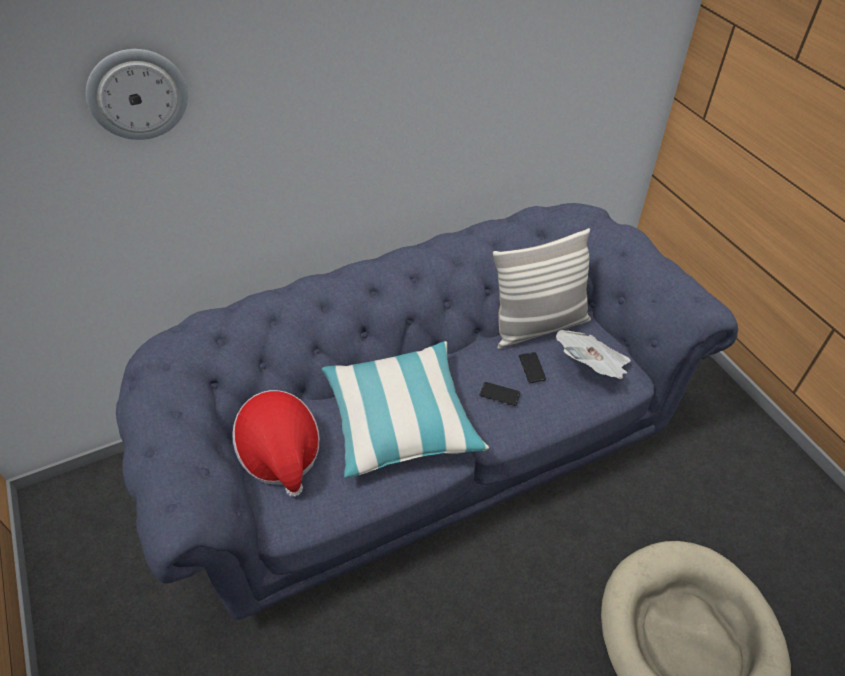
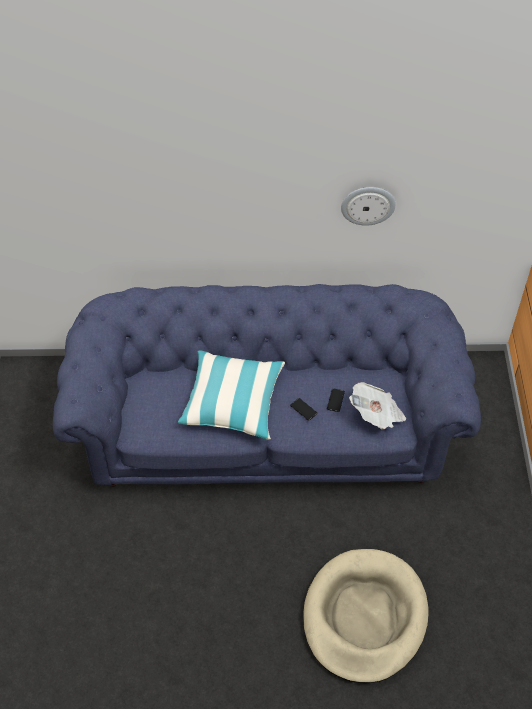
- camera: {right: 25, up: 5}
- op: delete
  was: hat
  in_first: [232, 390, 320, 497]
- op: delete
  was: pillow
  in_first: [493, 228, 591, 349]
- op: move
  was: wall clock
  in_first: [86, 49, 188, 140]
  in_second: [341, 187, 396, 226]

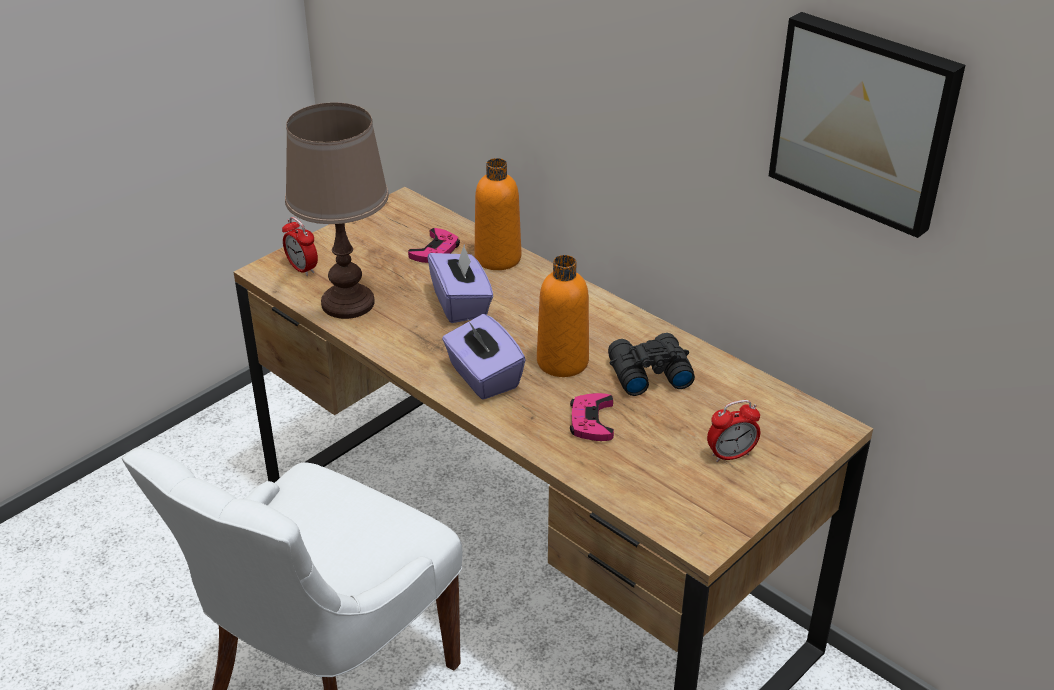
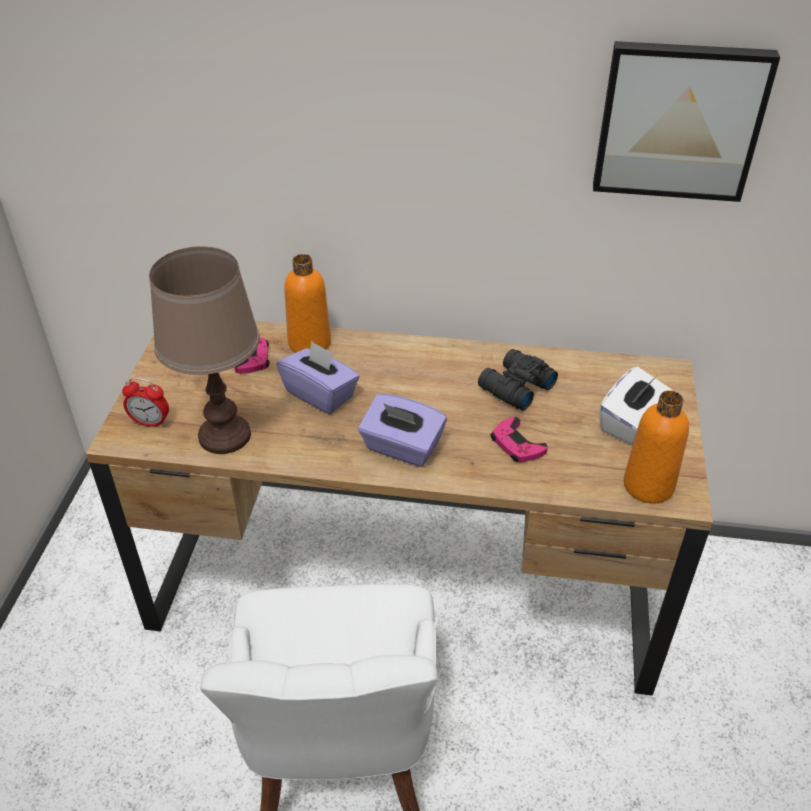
- camera: {right: -35, up: 5}
- op: move
  was: bottle/orange
  in_first: [537, 255, 589, 377]
  in_second: [624, 390, 689, 504]
- op: replace
  was: alarm clock
  now: tissue box/white
  in_first: [707, 400, 760, 462]
  in_second: [599, 366, 673, 445]

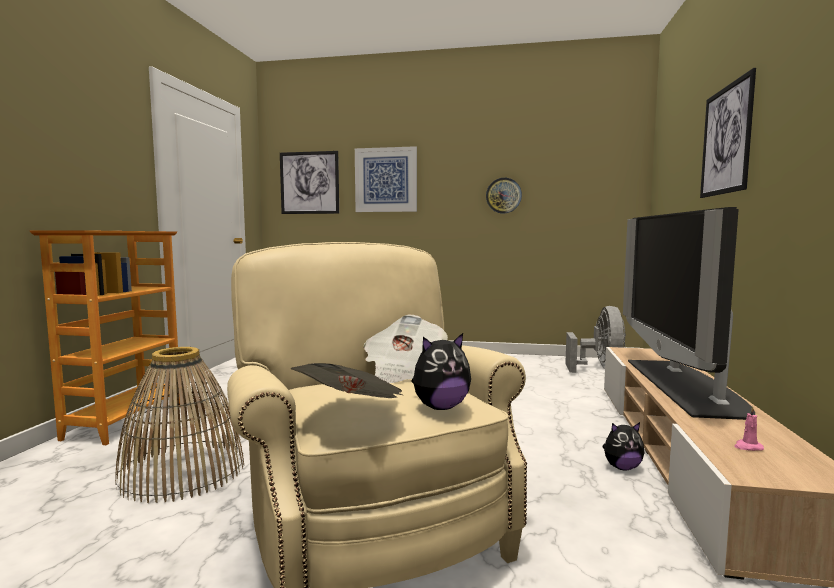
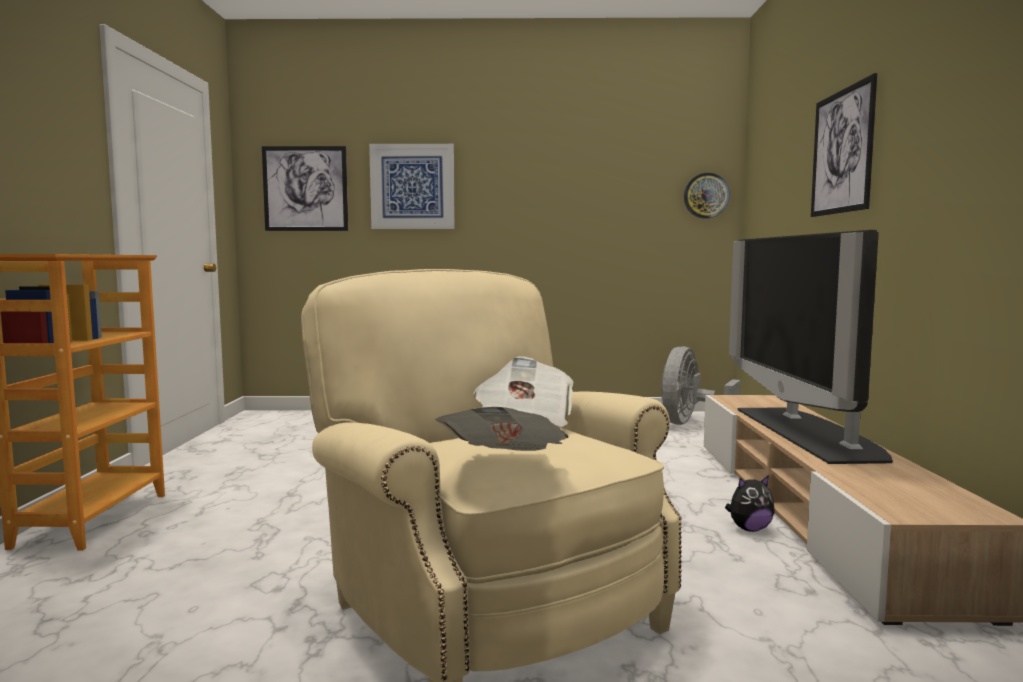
- camera: {right: -10, up: 0}
- op: delete
  was: basket
  in_first: [115, 347, 244, 503]
- op: delete
  was: plush toy
  in_first: [411, 333, 471, 410]
- op: delete
  was: candle/pink
  in_first: [734, 406, 764, 451]
- op: move
  was: wall clock
  in_first: [486, 178, 522, 214]
  in_second: [684, 173, 730, 219]
- op: rotate
  was: fan/grey
  in_first: [565, 306, 626, 373]
  in_second: [661, 347, 740, 425]
  clockwise: -150

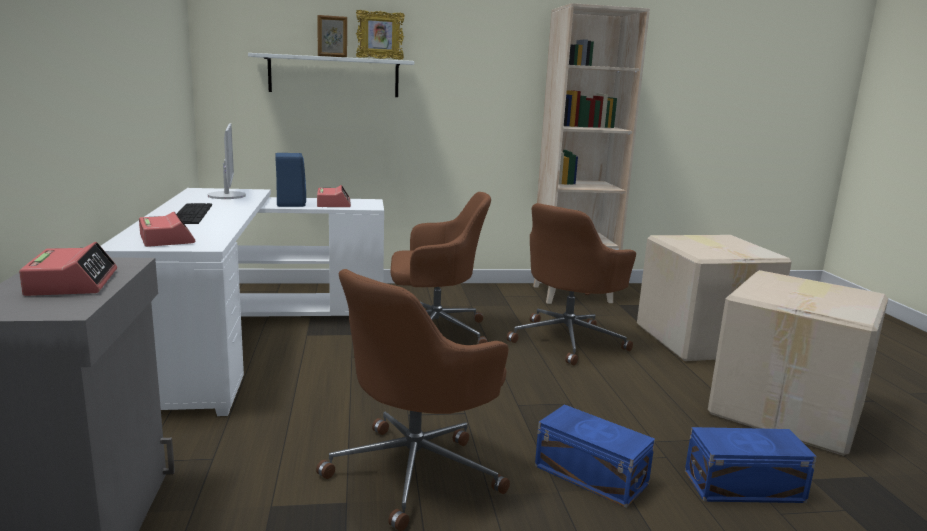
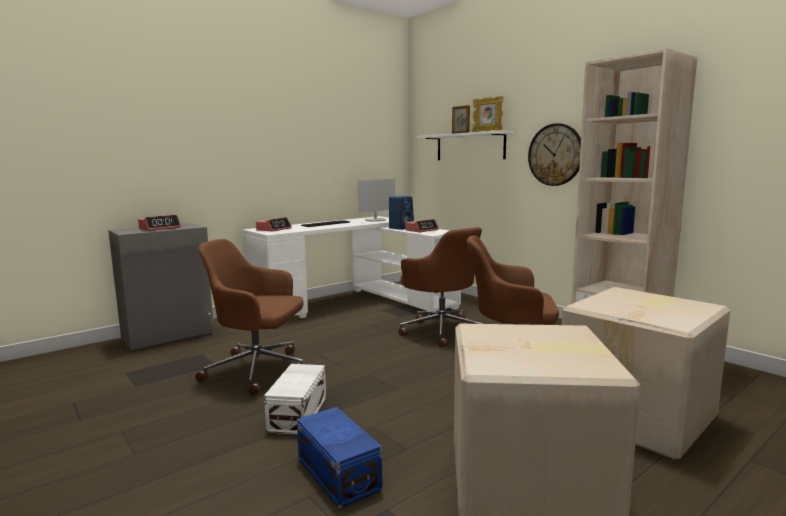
- camera: {right: 60, up: -5}
- op: insert
  now: wall clock
  in_second: [528, 123, 581, 186]
- op: recolor
  was: storage box/blue
  now: storage box/white
  in_first: [535, 404, 655, 508]
  in_second: [264, 364, 326, 435]

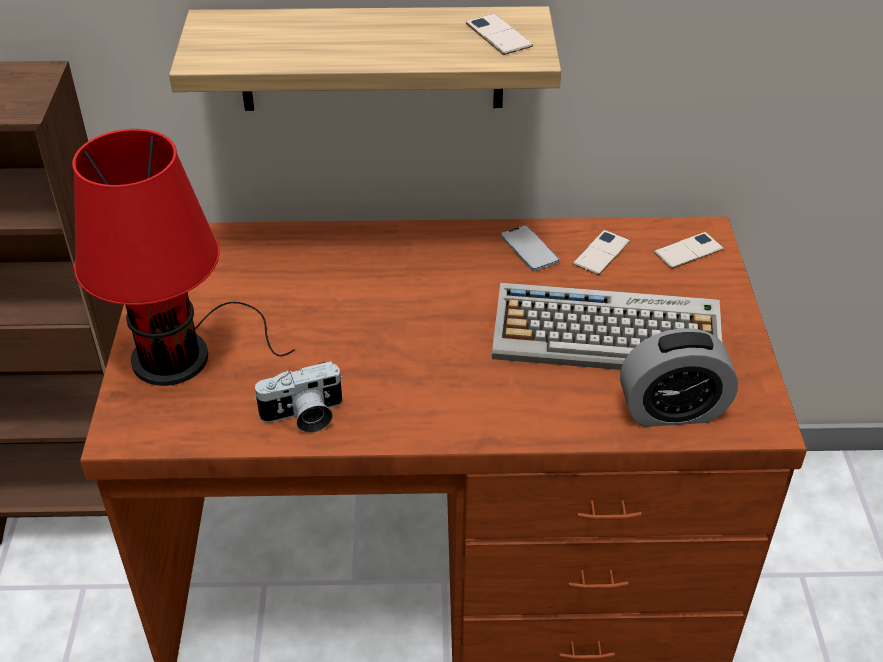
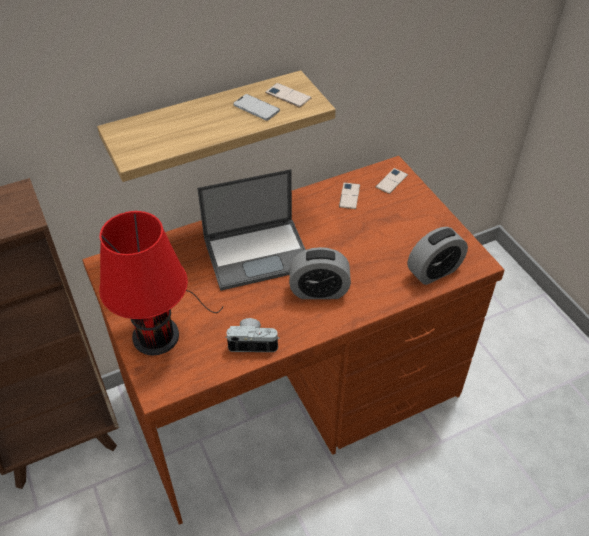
- camera: {right: -25, up: 5}
- op: delete
  was: keyboard
  in_first: [492, 283, 722, 370]
- op: insert
  now: laptop
  in_second: [197, 169, 306, 291]
- op: insert
  now: alarm clock
  in_second: [289, 247, 351, 299]
- op: move
  was: phone
  in_first: [501, 225, 559, 271]
  in_second: [233, 94, 280, 121]
- op: rotate
  was: photo camera
  in_first: [253, 361, 343, 433]
  in_second: [225, 318, 280, 352]
  clockwise: -135

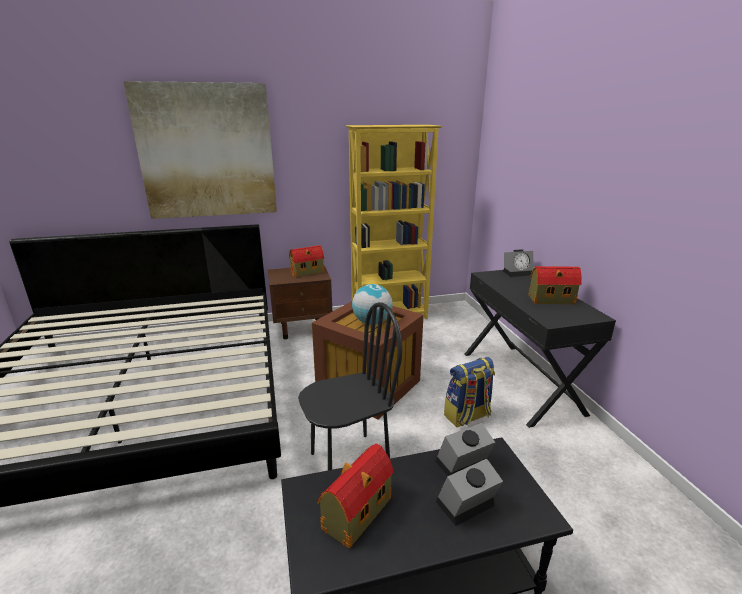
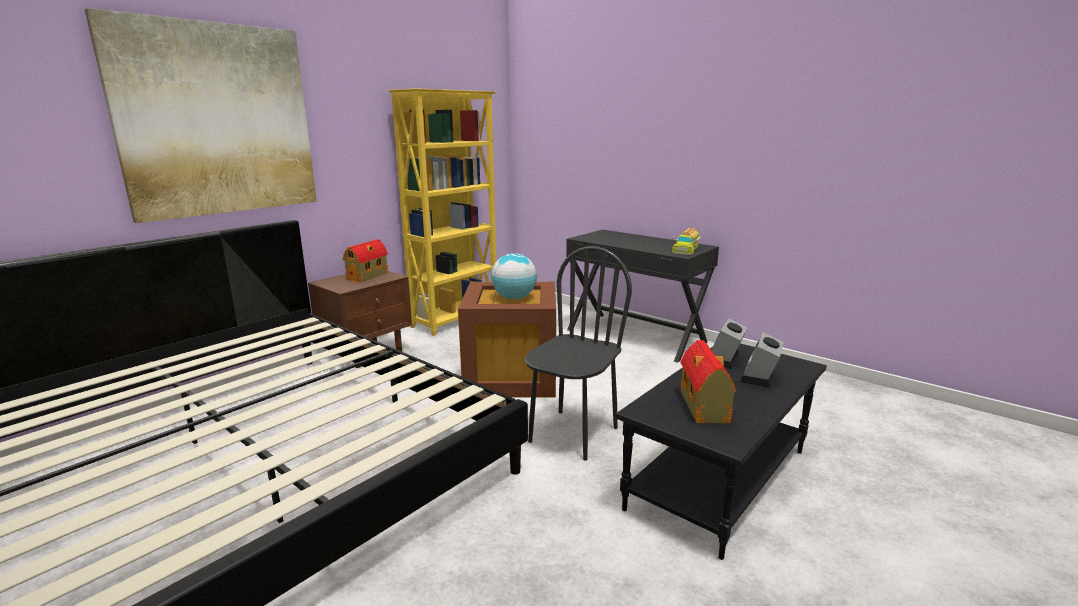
- camera: {right: -35, up: -5}
- op: delete
  was: backpack
  in_first: [444, 357, 495, 427]
- op: delete
  was: alarm clock
  in_first: [503, 249, 533, 277]
- op: delete
  was: toy house
  in_first: [528, 266, 582, 304]
- op: insert
  now: toy truck
  in_second: [672, 228, 701, 255]

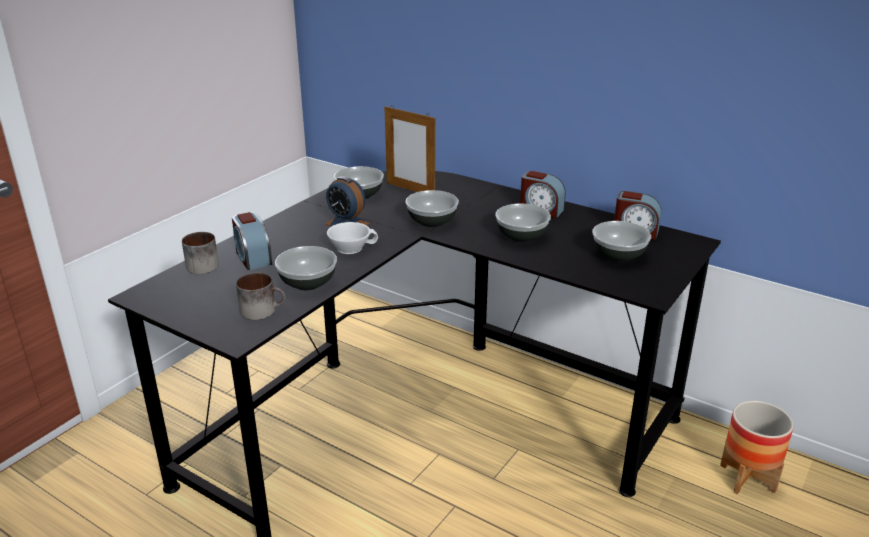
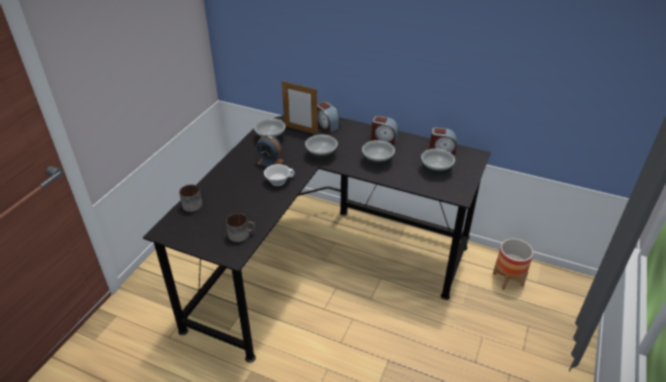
- camera: {right: -10, up: 10}
- op: delete
  was: bowl
  in_first: [275, 246, 337, 290]
- op: move
  was: alarm clock
  in_first: [232, 212, 272, 270]
  in_second: [317, 102, 340, 133]

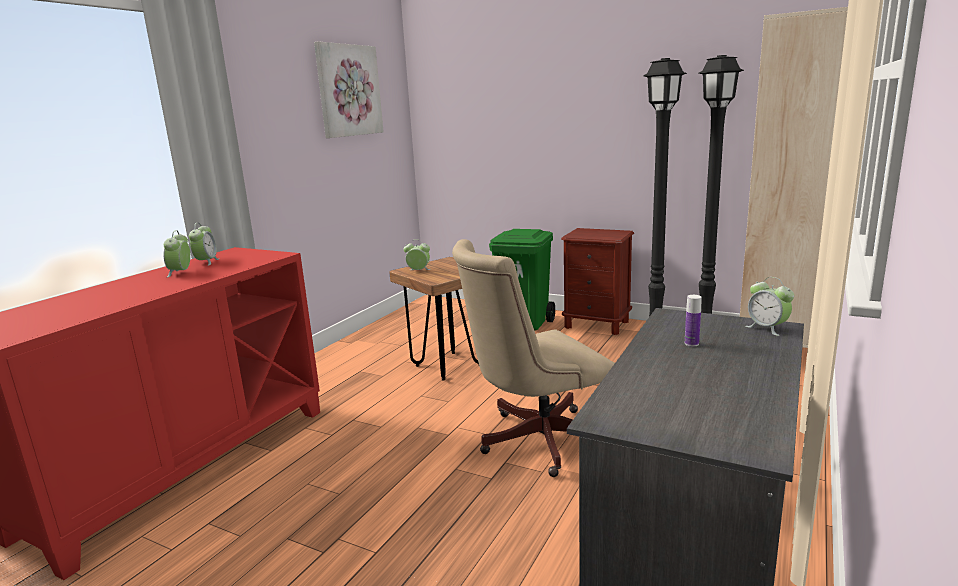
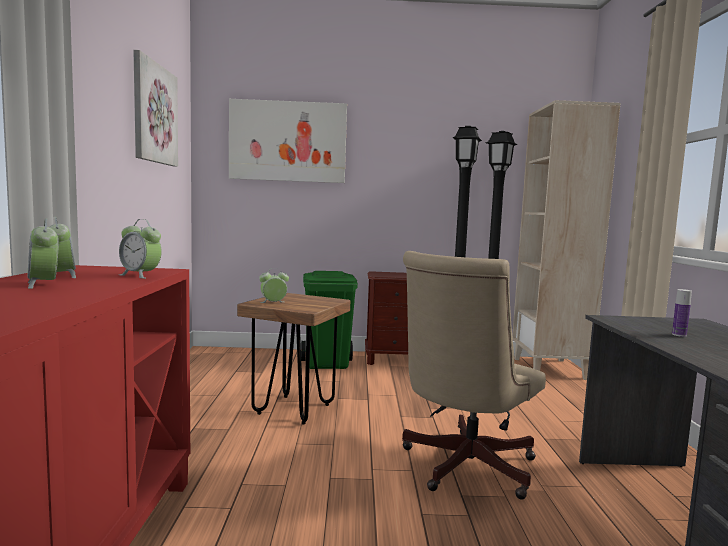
- camera: {right: -30, up: -10}
- op: insert
  now: picture
  in_second: [229, 99, 347, 183]
- op: move
  was: alarm clock
  in_first: [746, 277, 794, 336]
  in_second: [119, 219, 162, 279]

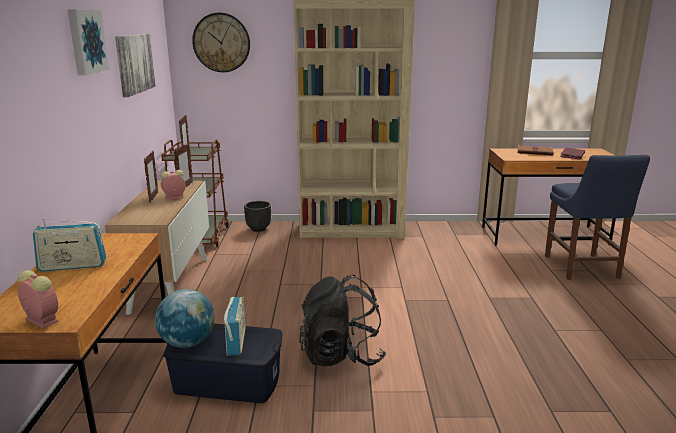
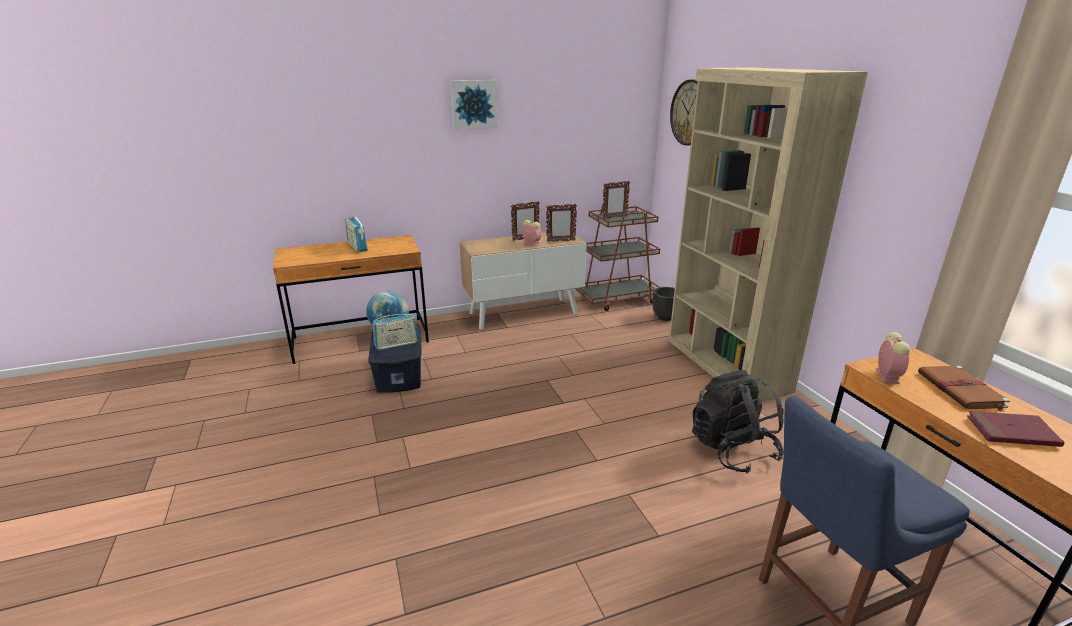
- camera: {right: 70, up: 5}
- op: delete
  was: picture
  in_first: [115, 34, 156, 97]
- op: move
  was: alarm clock
  in_first: [18, 270, 59, 329]
  in_second: [876, 332, 910, 384]
- op: move
  was: backpack/black
  in_first: [299, 275, 386, 366]
  in_second: [692, 370, 784, 474]

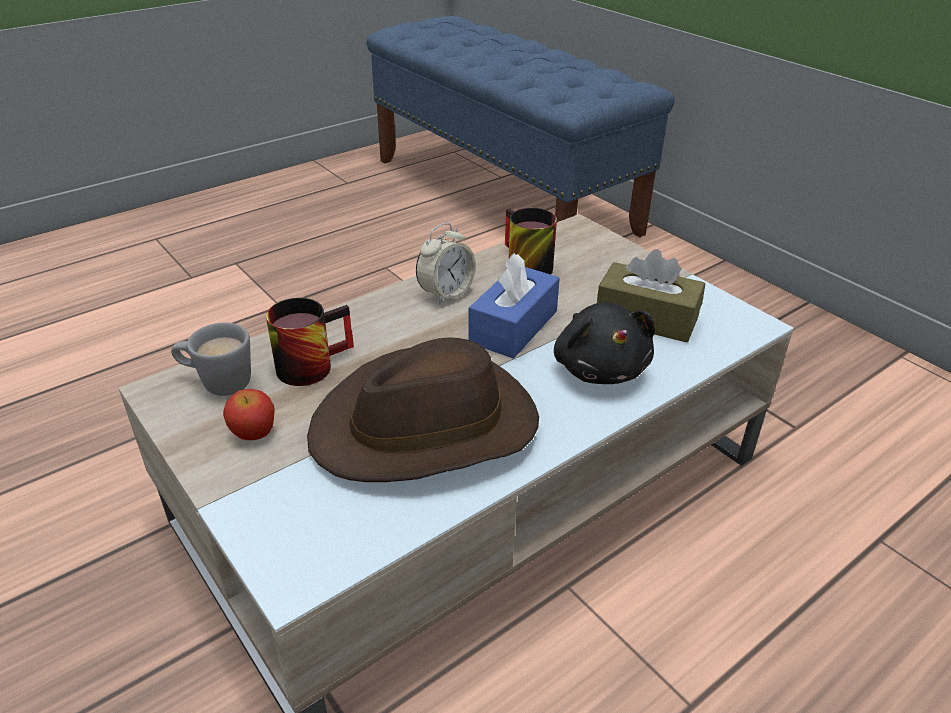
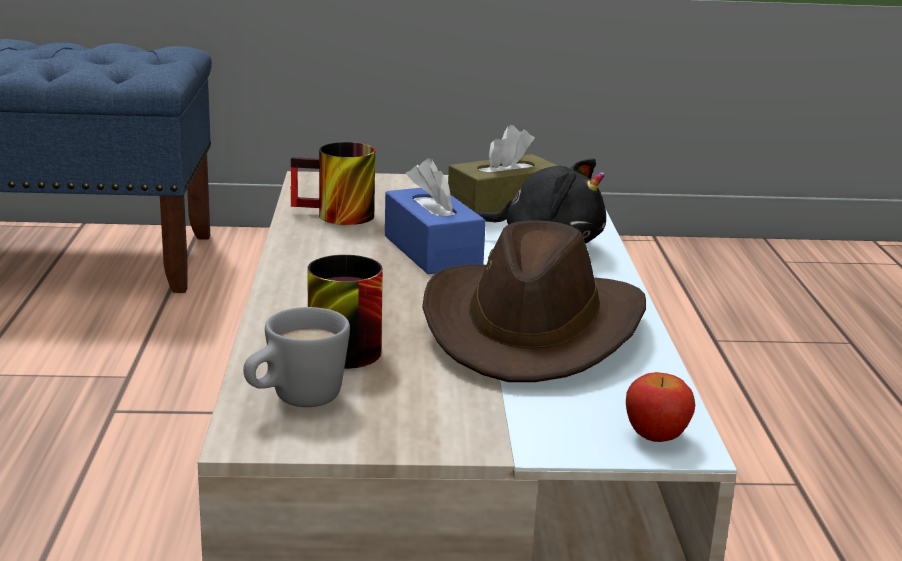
- camera: {right: -55, up: -15}
- op: delete
  was: alarm clock
  in_first: [416, 223, 476, 305]
- op: move
  was: apple
  in_first: [223, 389, 275, 440]
  in_second: [626, 372, 695, 442]

